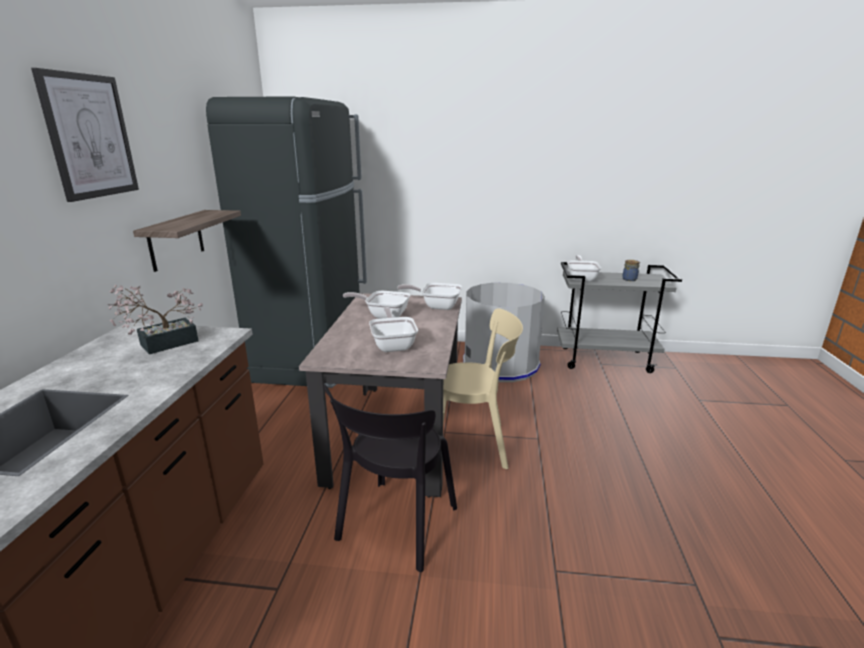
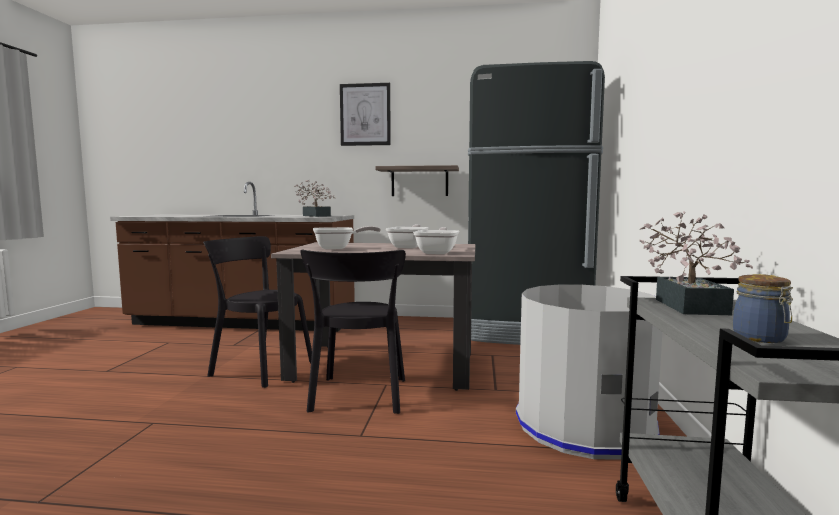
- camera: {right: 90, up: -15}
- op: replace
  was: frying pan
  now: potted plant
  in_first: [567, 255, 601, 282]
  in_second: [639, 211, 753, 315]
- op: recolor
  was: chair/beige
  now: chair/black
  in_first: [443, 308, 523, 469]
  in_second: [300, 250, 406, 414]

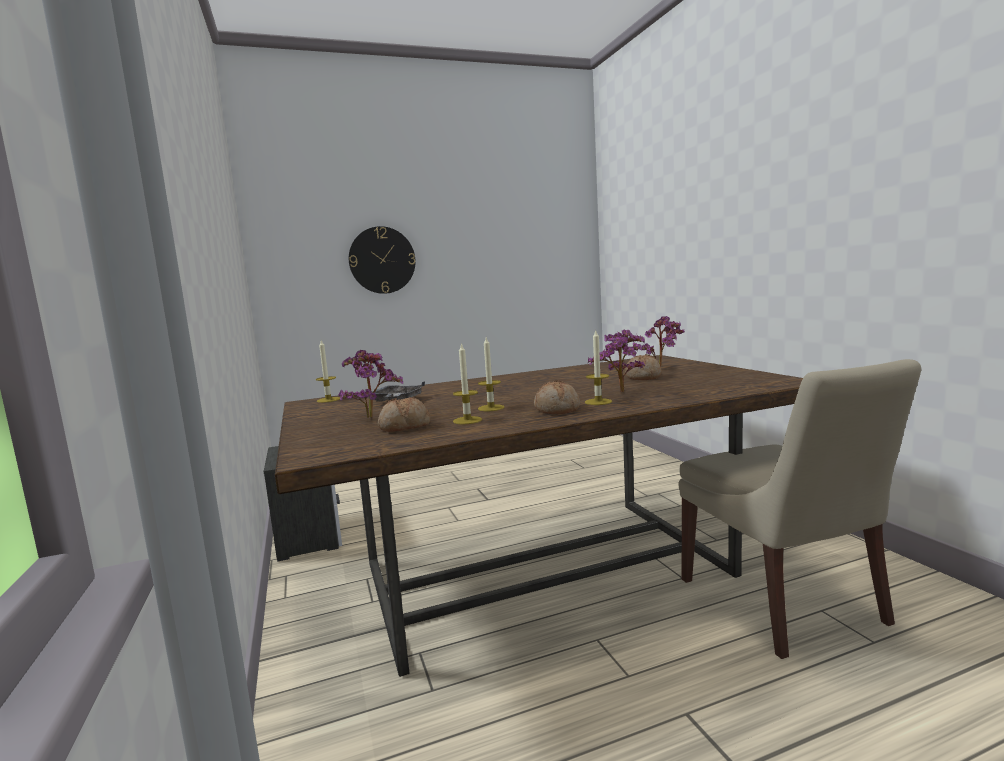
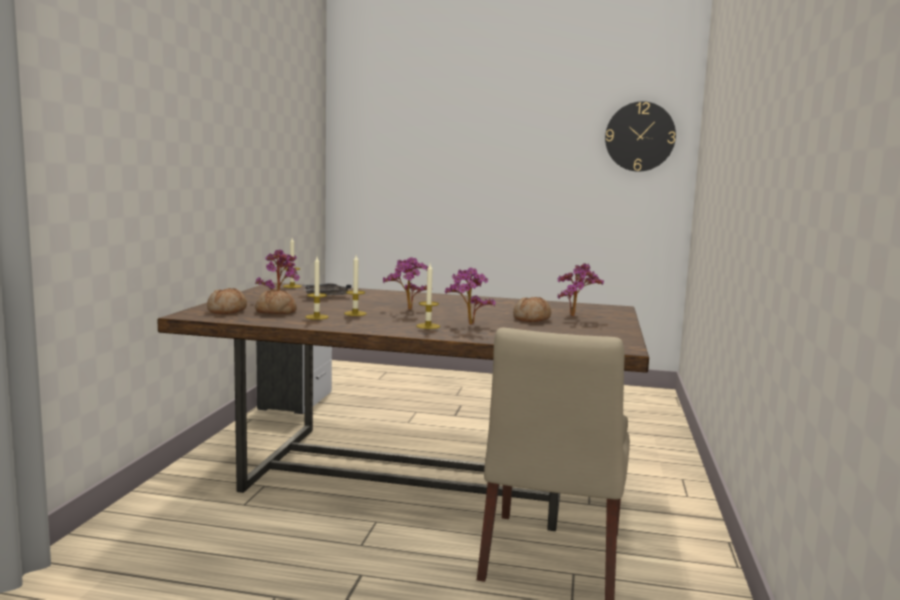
- camera: {right: 30, up: 0}
- op: insert
  now: potted plant
  in_second: [383, 257, 428, 310]
- op: move
  was: wall clock
  in_first: [349, 226, 416, 294]
  in_second: [605, 101, 676, 172]
- op: move
  was: bread
  in_first: [534, 380, 580, 414]
  in_second: [207, 288, 247, 314]

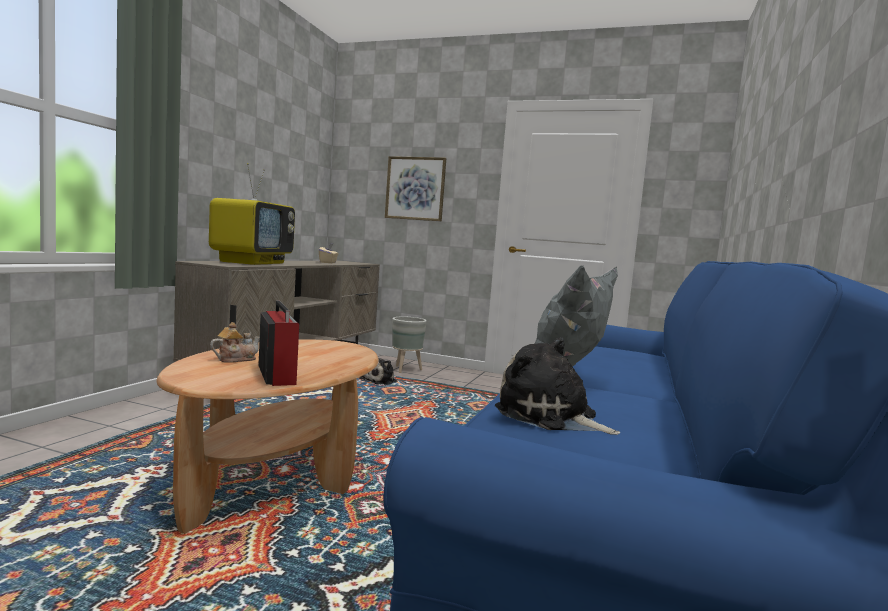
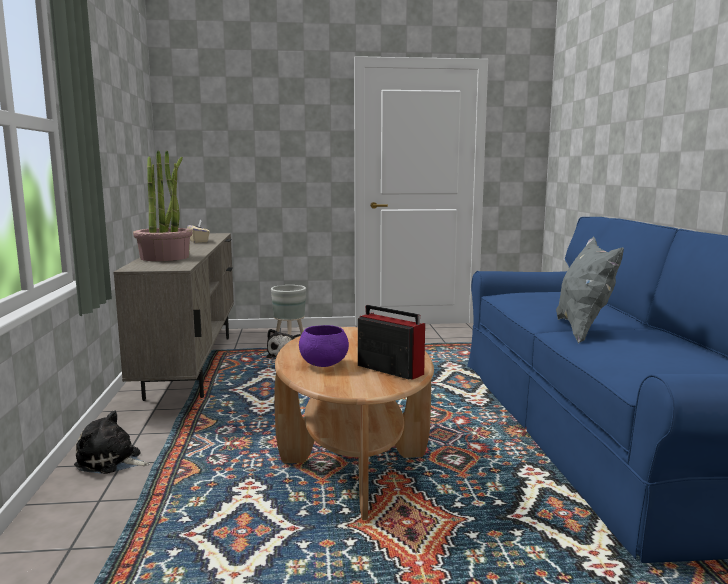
- camera: {right: -25, up: 5}
- op: delete
  was: picture
  in_first: [385, 156, 446, 221]
- op: move
  was: plush toy
  in_first: [495, 337, 620, 435]
  in_second: [74, 410, 150, 474]
- op: replace
  was: television
  now: potted plant
  in_first: [209, 163, 295, 265]
  in_second: [133, 150, 192, 261]
- op: replace
  was: teapot
  now: bowl/purple
  in_first: [210, 322, 260, 363]
  in_second: [299, 325, 349, 367]

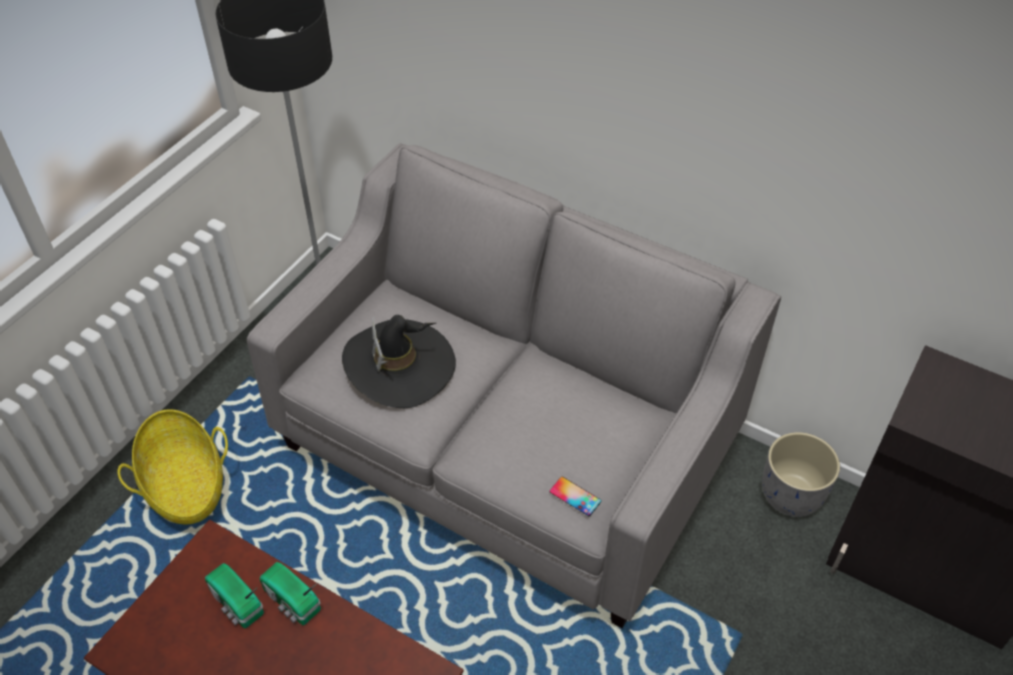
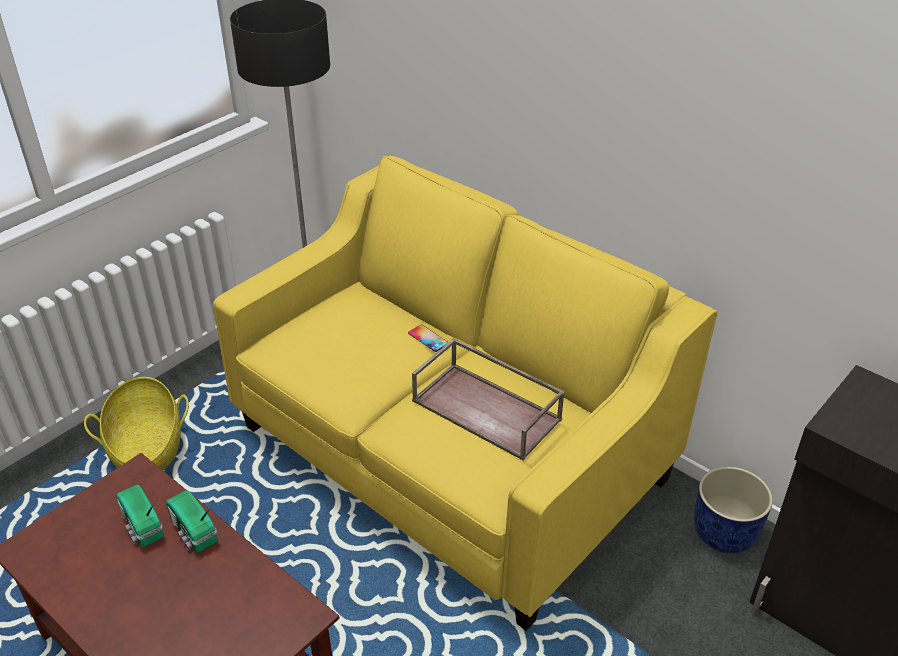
- camera: {right: 10, up: -10}
- op: delete
  was: hat/black
  in_first: [342, 315, 456, 408]
- op: insert
  now: tray/brown
  in_second: [412, 338, 565, 460]
- op: move
  was: phone
  in_first: [550, 477, 601, 516]
  in_second: [408, 324, 448, 352]
- op: recolor
  was: sofa/grey
  now: sofa/yellow
  in_first: [247, 143, 781, 628]
  in_second: [213, 156, 717, 631]
- op: recolor
  was: planter/grey
  now: planter/blue
  in_first: [762, 432, 840, 517]
  in_second: [694, 466, 773, 554]

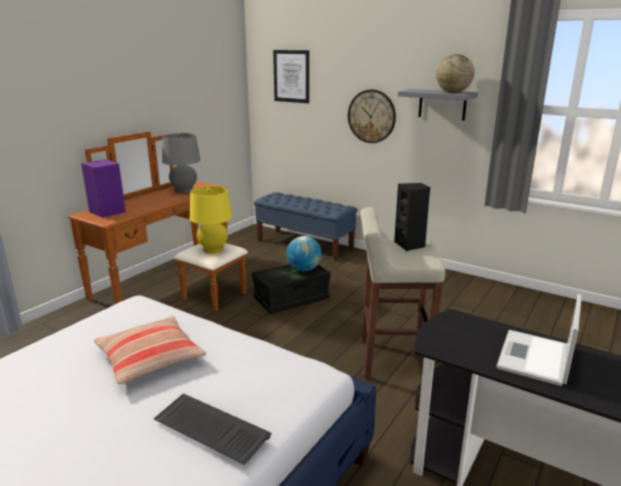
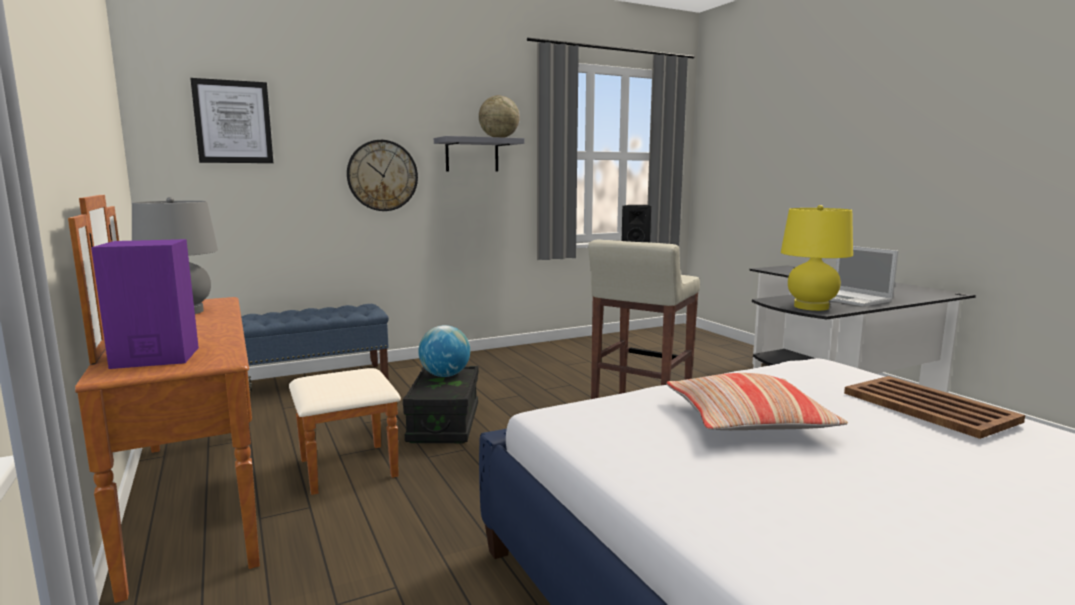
- camera: {right: -60, up: -10}
- op: move
  was: table lamp/yellow
  in_first: [190, 186, 232, 254]
  in_second: [781, 205, 853, 311]
- op: replace
  was: keyboard
  now: tray/brown
  in_first: [154, 393, 272, 465]
  in_second: [844, 376, 1025, 439]

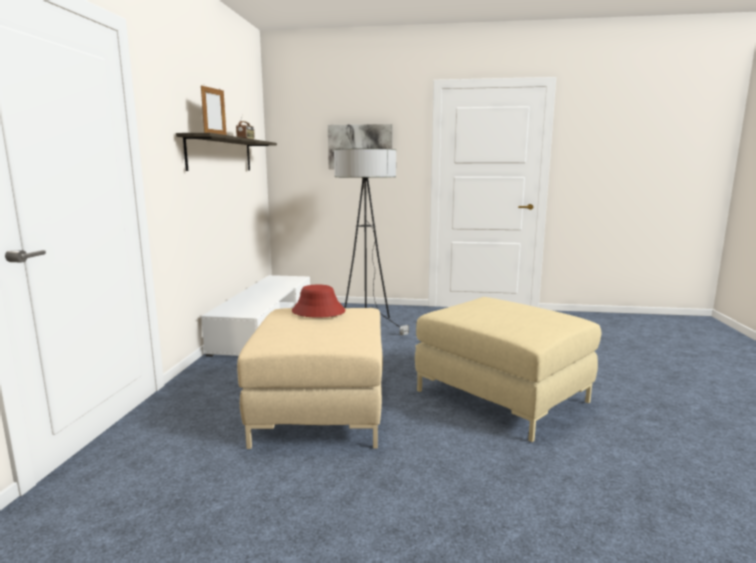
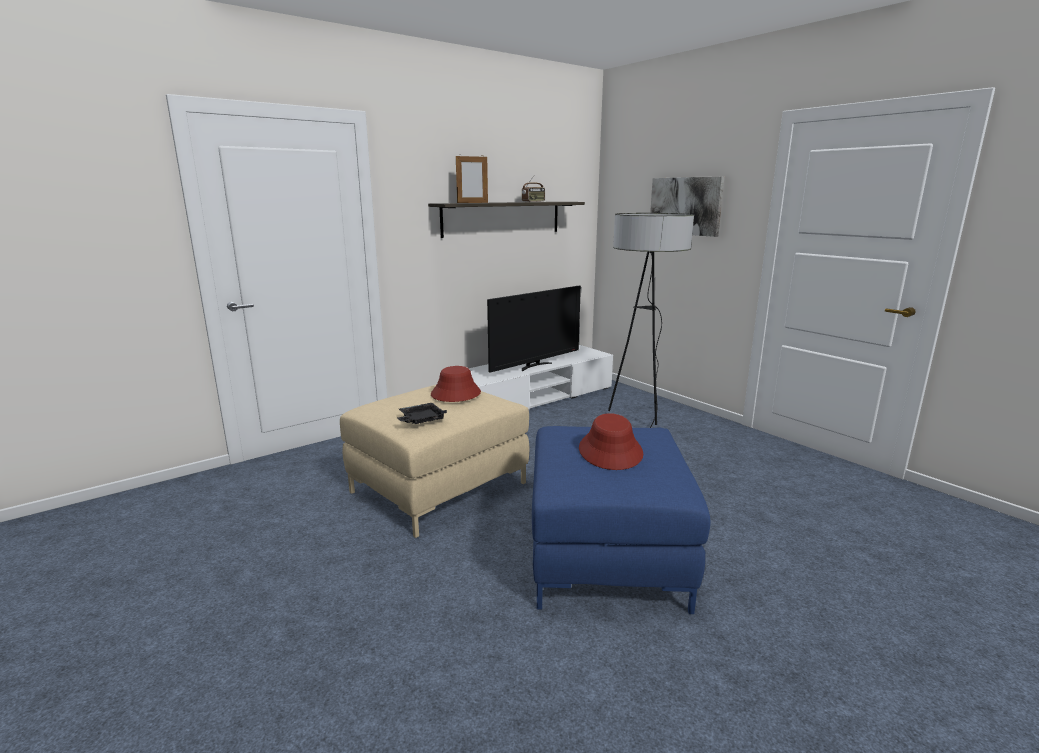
- camera: {right: 45, up: 5}
- op: insert
  now: tray/black
  in_second: [397, 403, 447, 424]
- op: insert
  now: television
  in_second: [487, 286, 581, 373]
- op: insert
  now: hat/red
  in_second: [579, 413, 643, 470]
- op: recolor
  was: ottoman/beige
  now: ottoman/blue
  in_first: [415, 297, 601, 442]
  in_second: [532, 426, 711, 614]

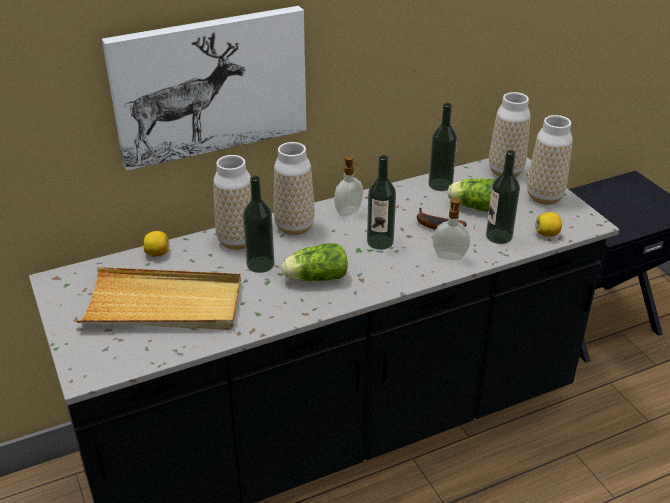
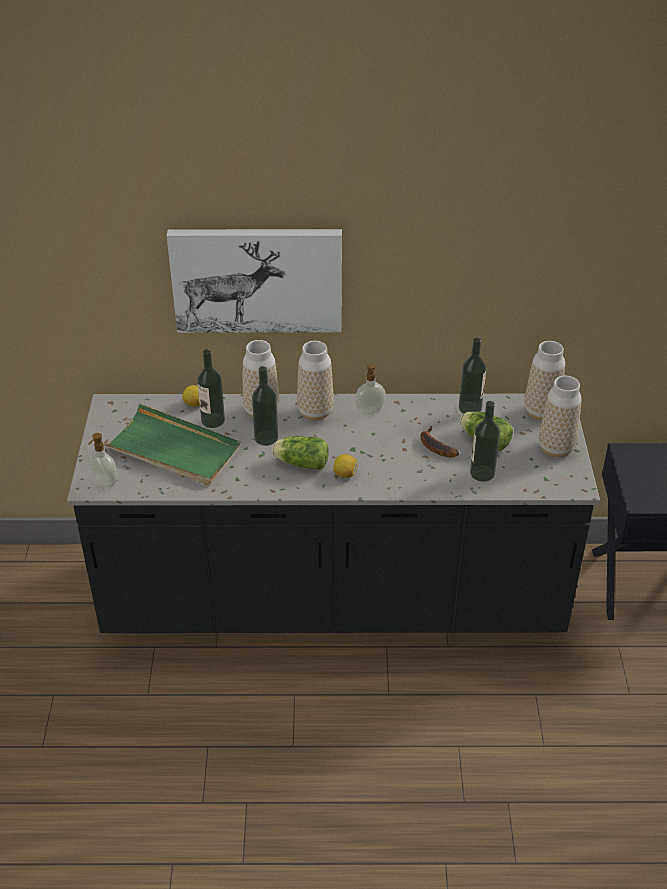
- camera: {right: 25, up: 5}
- op: move
  was: bottle
  in_first: [367, 155, 396, 250]
  in_second: [197, 349, 225, 428]
- op: move
  was: soap dispenser
  in_first: [433, 198, 470, 260]
  in_second: [88, 433, 117, 487]
- op: move
  was: lemon
  in_first: [535, 212, 562, 237]
  in_second: [333, 454, 358, 478]
- op: recolor
  was: tray/beige
  now: tray/green
  in_first: [76, 267, 241, 330]
  in_second: [103, 403, 241, 485]

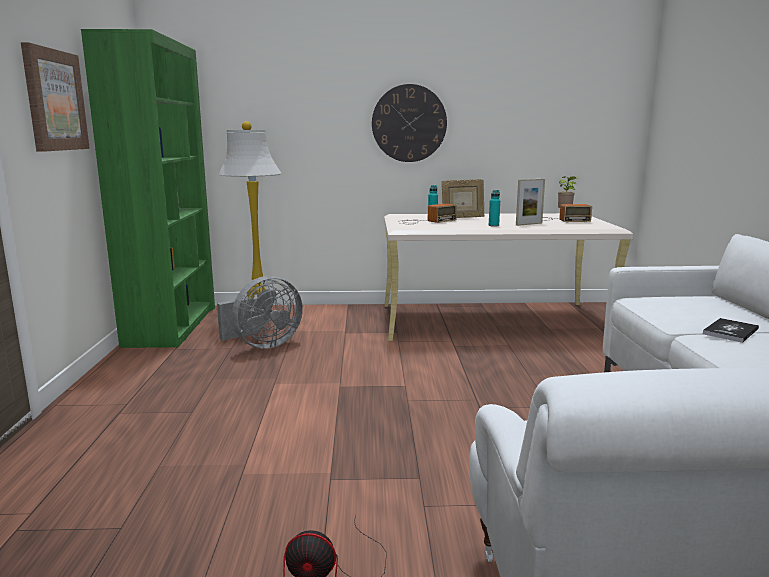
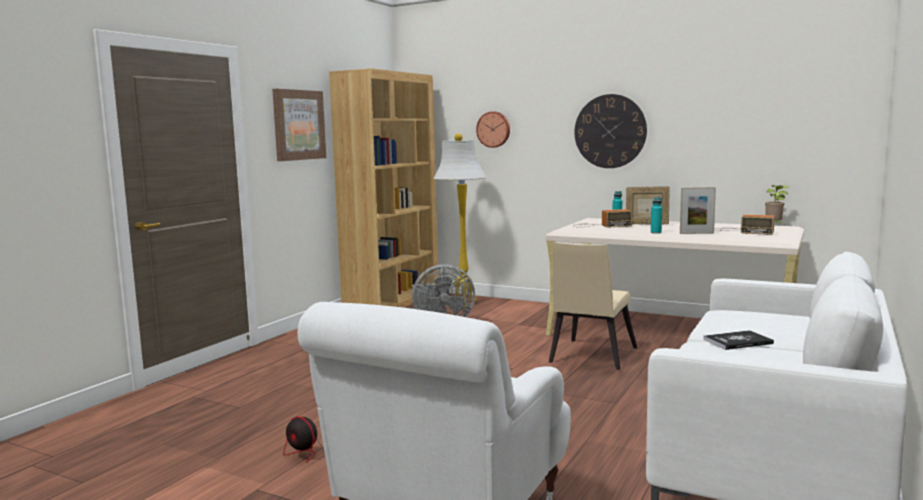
- camera: {right: 30, up: -5}
- op: insert
  now: wall clock
  in_second: [476, 111, 510, 148]
- op: insert
  now: chair/beige
  in_second: [549, 242, 637, 370]
- op: recolor
  was: bookcase/green
  now: bookcase/brown
  in_first: [81, 29, 215, 348]
  in_second: [329, 68, 438, 308]

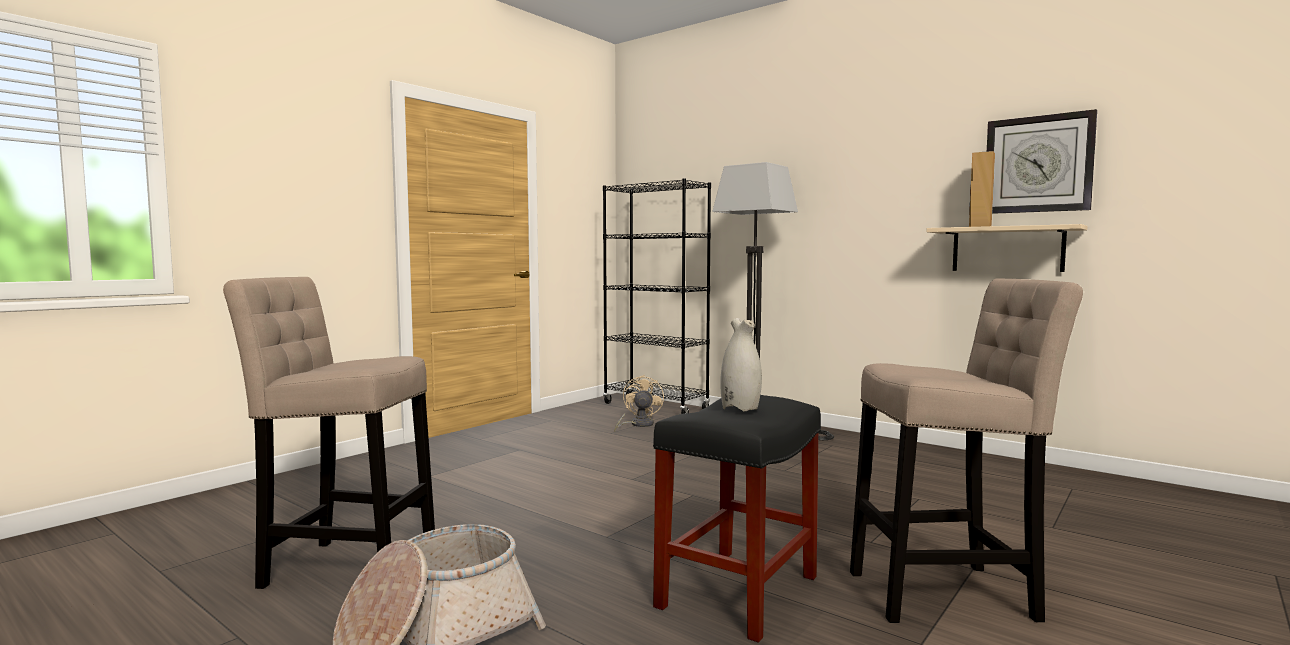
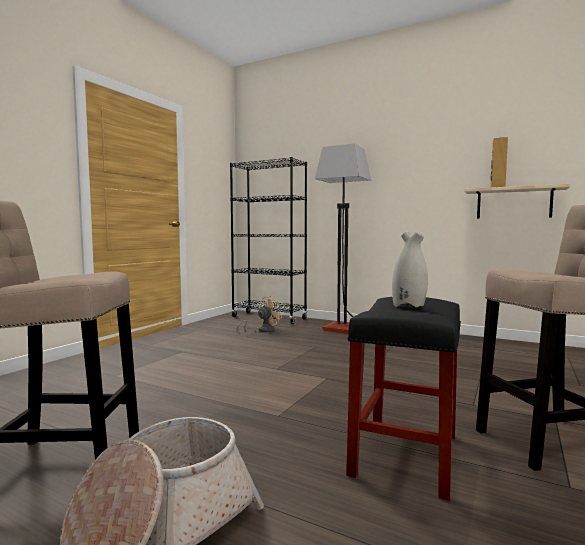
- camera: {right: -10, up: 0}
- op: delete
  was: wall clock
  in_first: [987, 109, 1097, 214]
- op: rotate
  was: fan/beige
  in_first: [615, 375, 664, 431]
  in_second: [237, 296, 282, 332]
  clockwise: 45

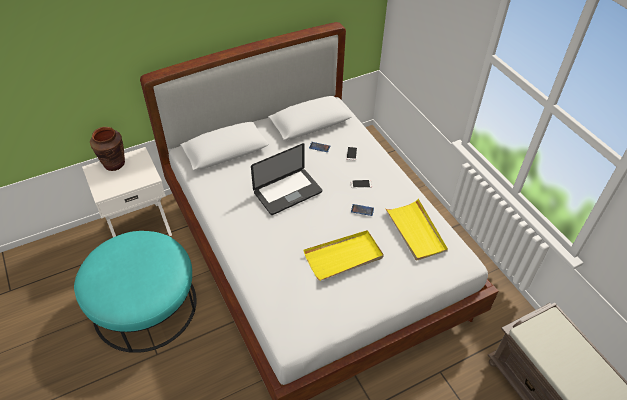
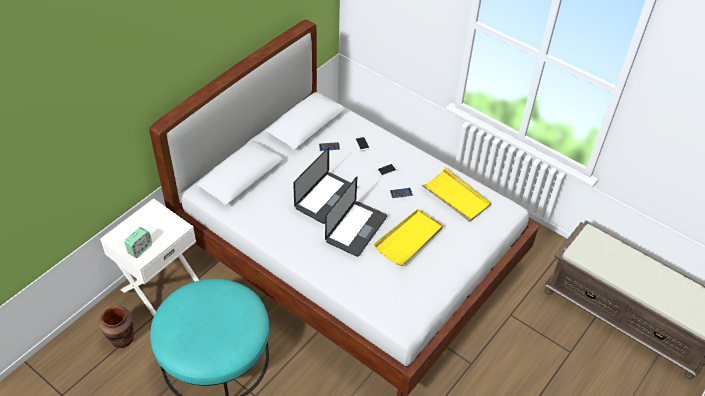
- camera: {right: -25, up: 0}
- op: insert
  now: alarm clock
  in_second: [125, 227, 152, 258]
- op: insert
  now: laptop
  in_second: [325, 177, 387, 257]
- op: move
  was: vase/brown
  in_first: [90, 127, 125, 171]
  in_second: [99, 306, 134, 348]

